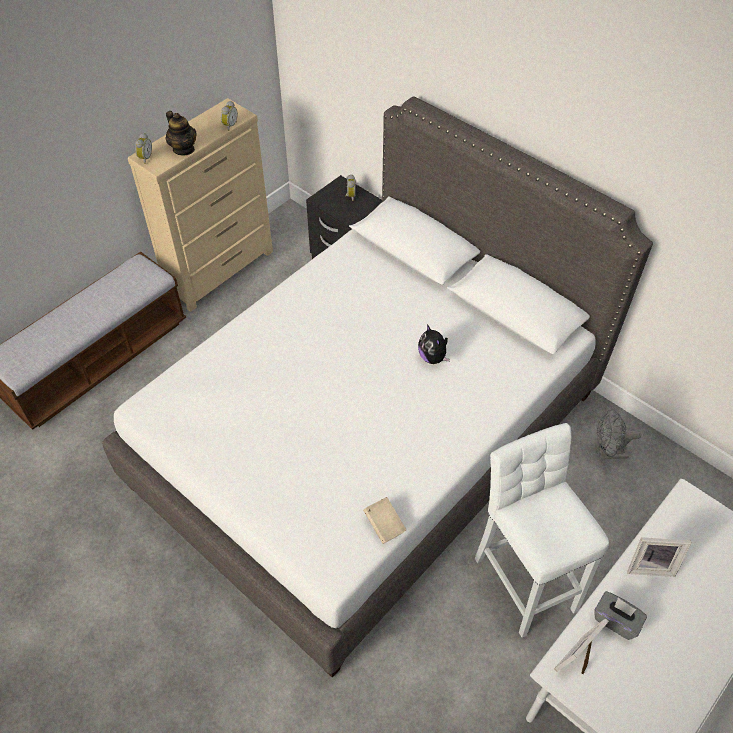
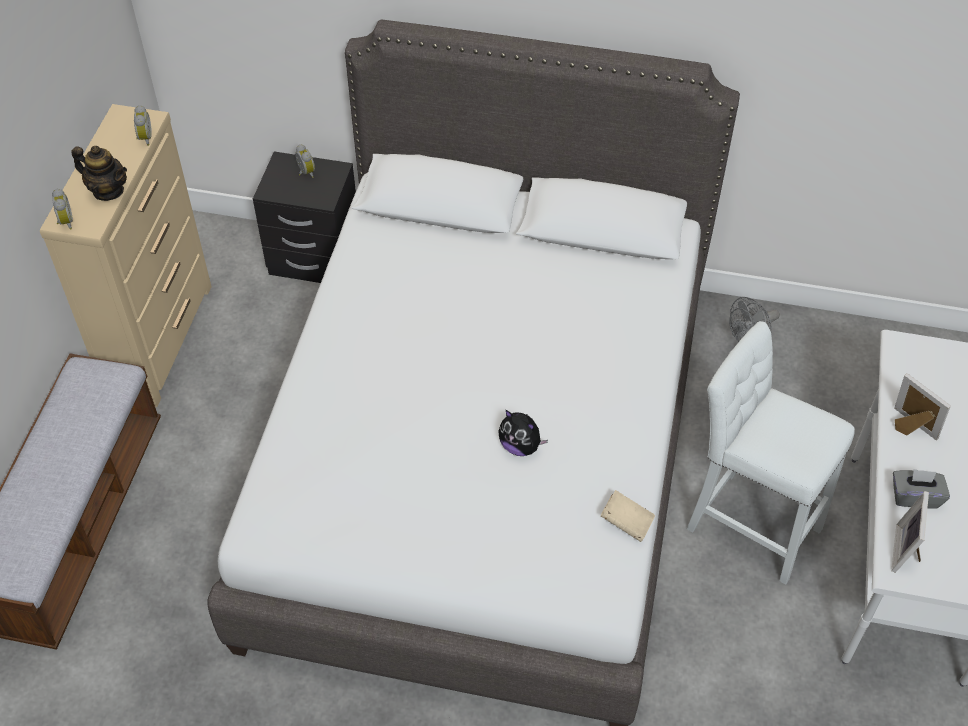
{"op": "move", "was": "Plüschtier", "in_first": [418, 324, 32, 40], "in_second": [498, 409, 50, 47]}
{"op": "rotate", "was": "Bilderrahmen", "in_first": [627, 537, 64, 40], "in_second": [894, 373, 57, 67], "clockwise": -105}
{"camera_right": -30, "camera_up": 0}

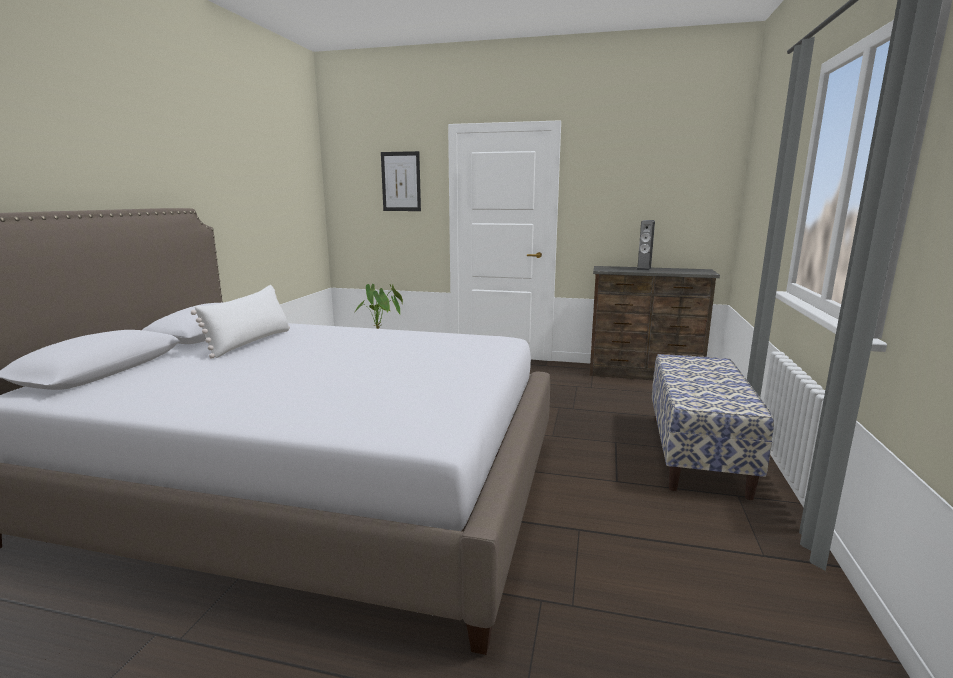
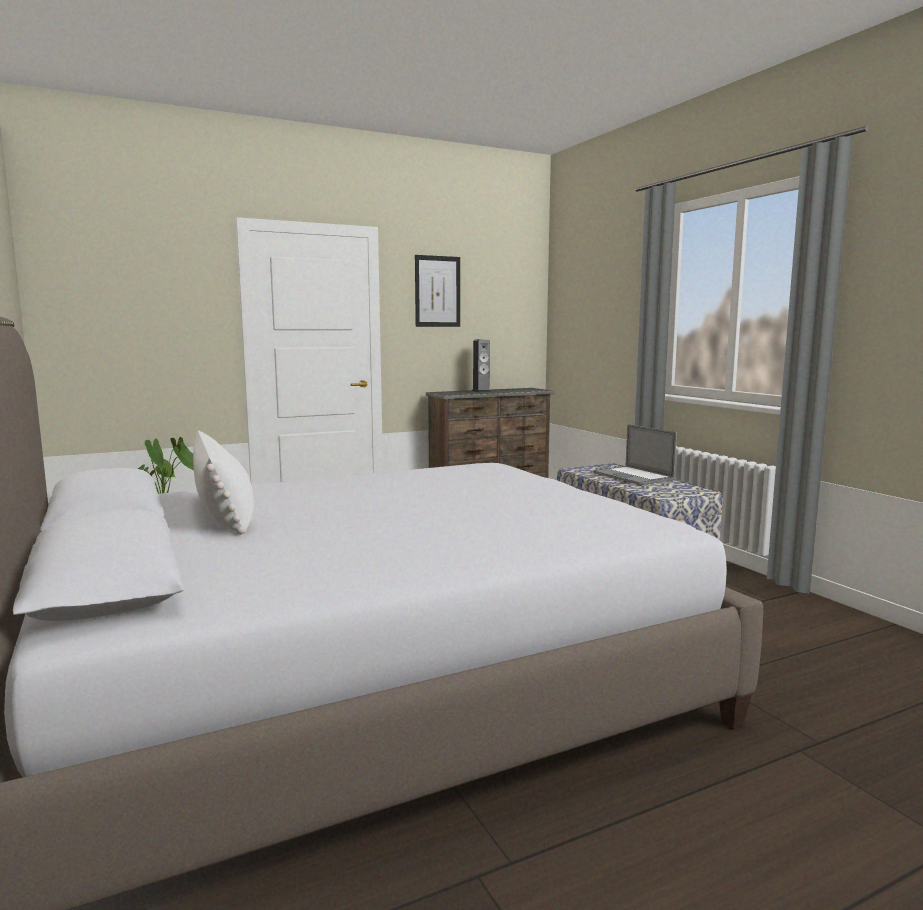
{"op": "move", "was": "Bild", "in_first": [381, 151, 40, 60], "in_second": [415, 255, 45, 72]}
{"op": "insert", "now": "Laptop", "in_second": [593, 424, 84, 61]}
{"camera_right": -40, "camera_up": -5}

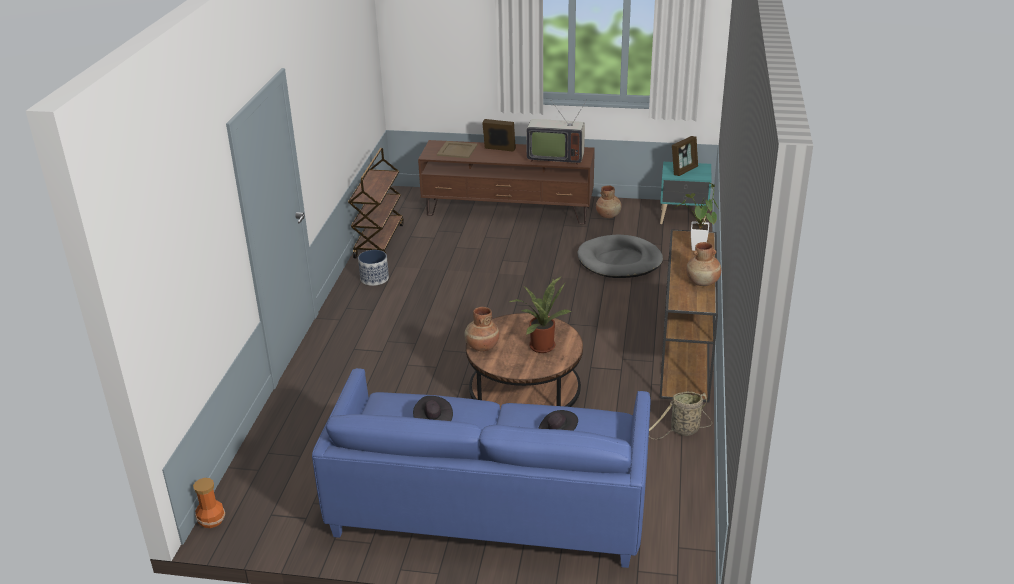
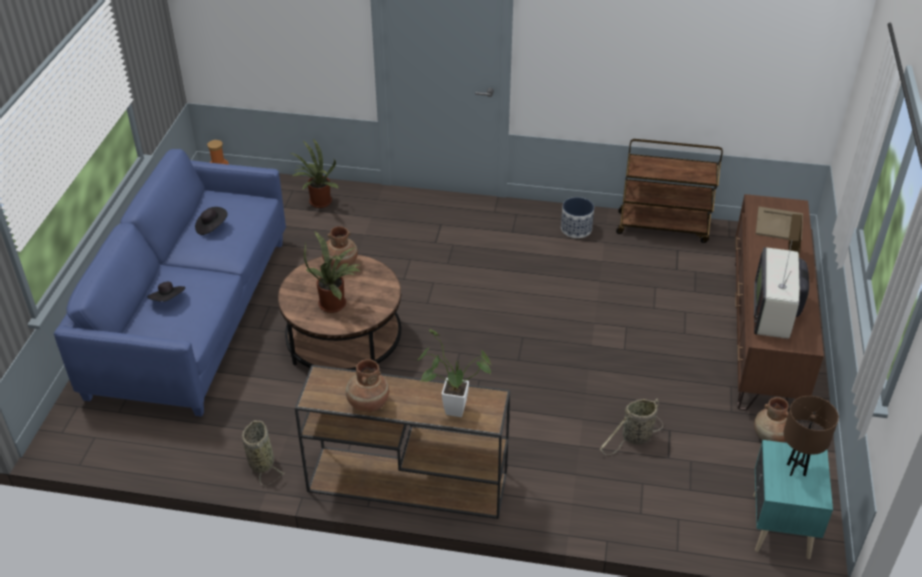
{"op": "insert", "now": "Topfpflanze", "in_second": [291, 139, 47, 69]}
{"op": "replace", "was": "Hundebett (grau)", "now": "Korb", "in_first": [577, 235, 86, 43], "in_second": [600, 398, 63, 57]}
{"op": "replace", "was": "Bilderrahmen", "now": "Tischlampe (braun)", "in_first": [672, 136, 26, 40], "in_second": [783, 396, 56, 80]}
{"camera_right": 90, "camera_up": 10}

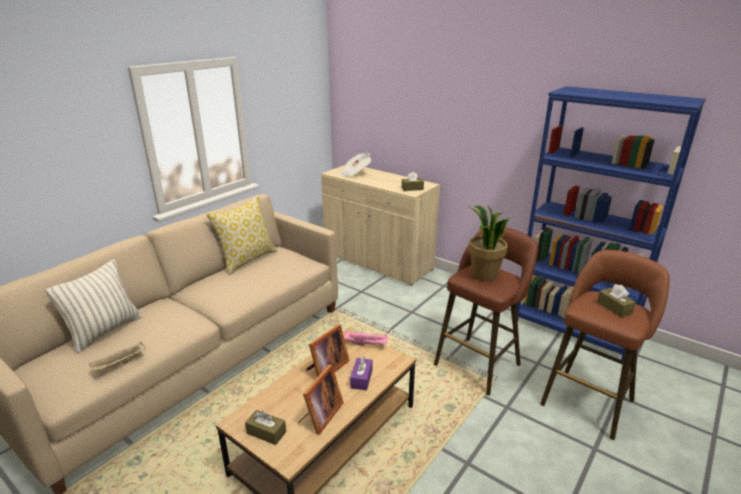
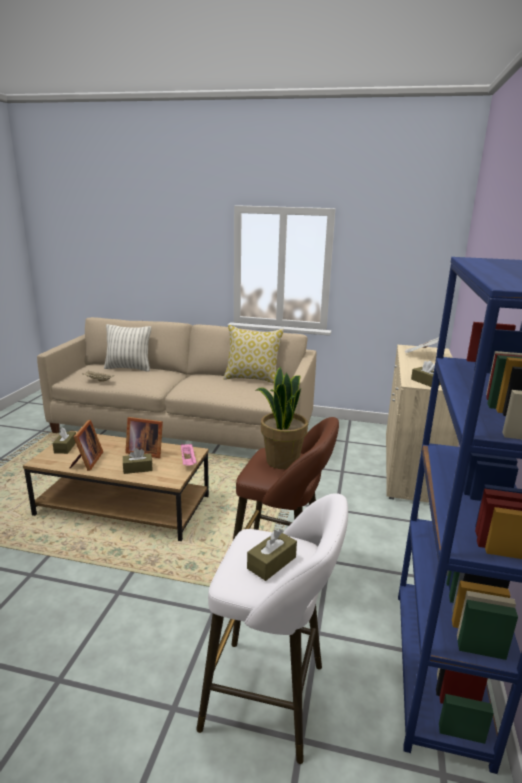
{"op": "rotate", "was": "Bilderrahmen", "in_first": [298, 364, 46, 71], "in_second": [69, 420, 34, 51], "clockwise": -90}
{"op": "recolor", "was": "Taschentuchbox (lila)", "now": "Taschentuchbox (braun)", "in_first": [350, 356, 23, 34], "in_second": [123, 448, 30, 26]}
{"op": "recolor", "was": "Hocker (braun)", "now": "Hocker (weiß)", "in_first": [540, 250, 130, 190], "in_second": [196, 493, 152, 271]}
{"camera_right": 65, "camera_up": -5}

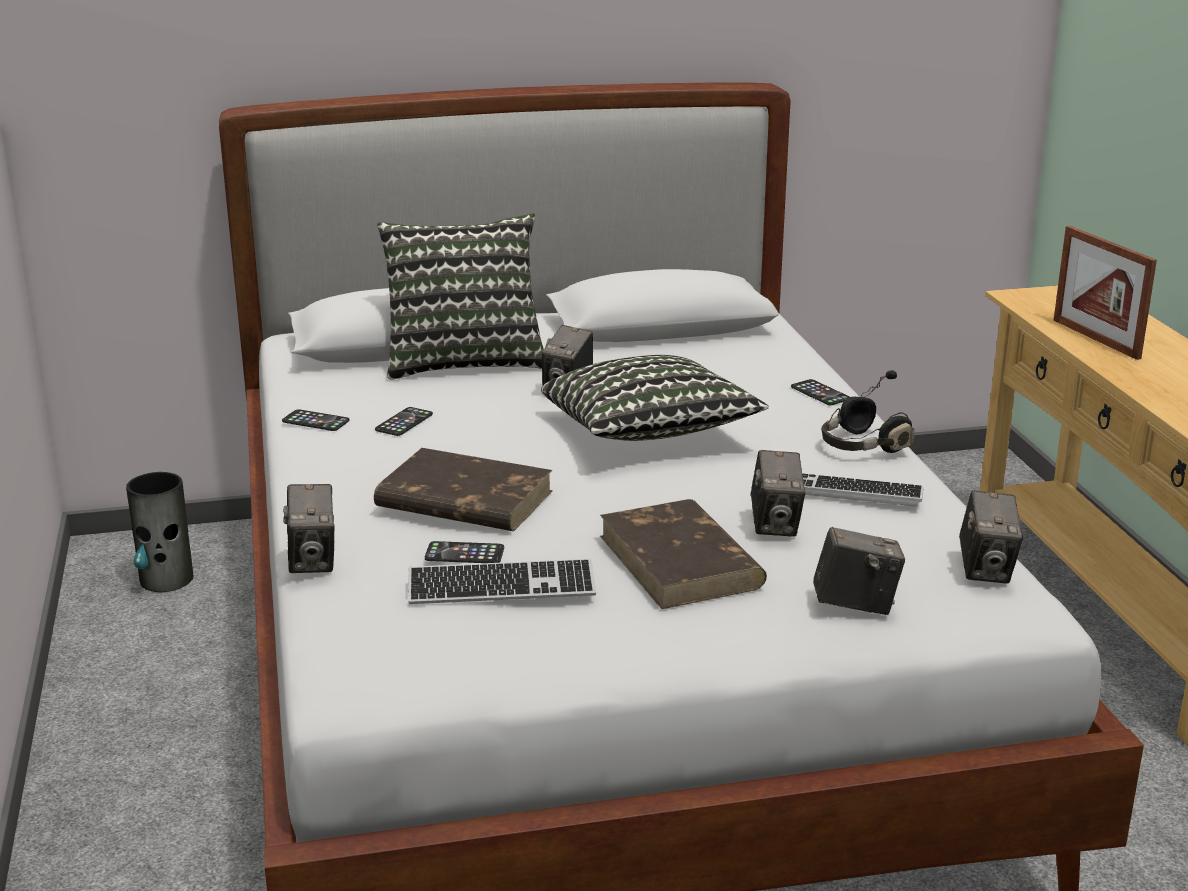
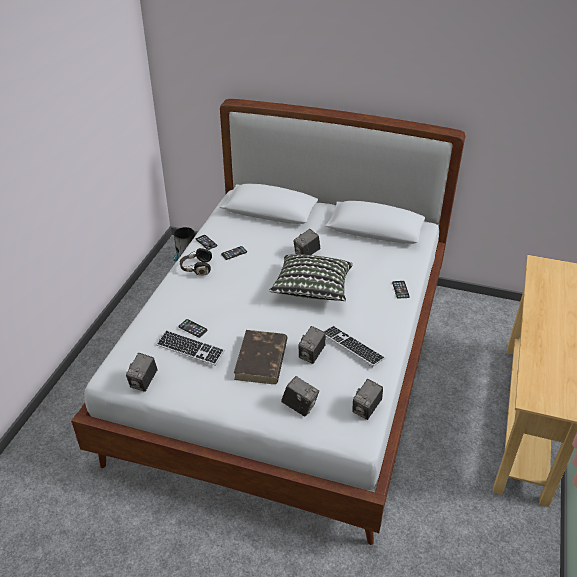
{"op": "move", "was": "Kamera", "in_first": [283, 484, 51, 89], "in_second": [126, 353, 31, 39]}
{"op": "move", "was": "Kopfhörer (schwarz)", "in_first": [821, 370, 93, 83], "in_second": [179, 244, 34, 31]}
{"op": "delete", "was": "Buch (braun)", "in_first": [374, 448, 179, 83]}
{"op": "delete", "was": "Kissen", "in_first": [377, 213, 167, 167]}
{"op": "delete", "was": "Bilderrahmen", "in_first": [1054, 226, 103, 134]}
{"camera_right": 30, "camera_up": 15}

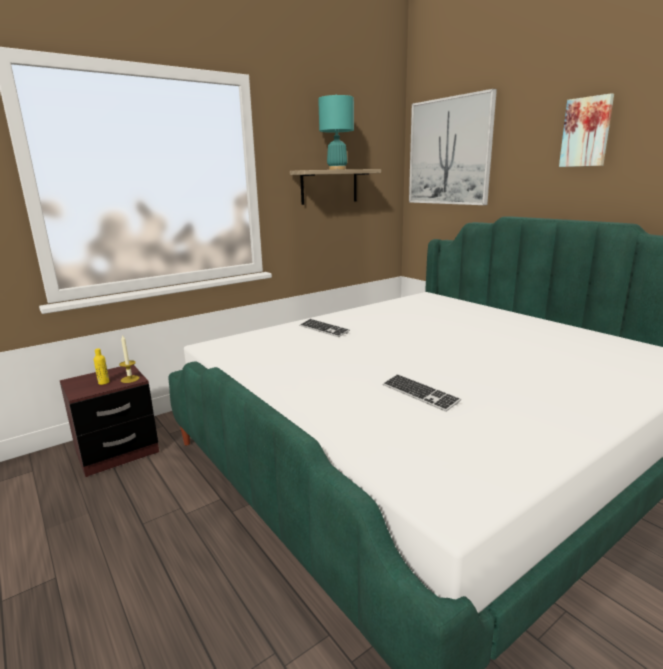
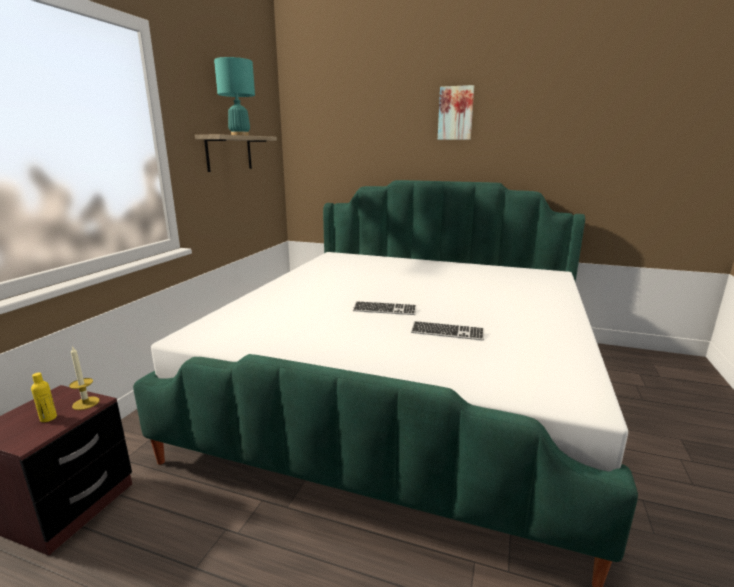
{"op": "move", "was": "Tastatur", "in_first": [299, 319, 51, 18], "in_second": [353, 301, 64, 14]}
{"op": "delete", "was": "Bild", "in_first": [409, 89, 88, 116]}
{"camera_right": -35, "camera_up": 0}

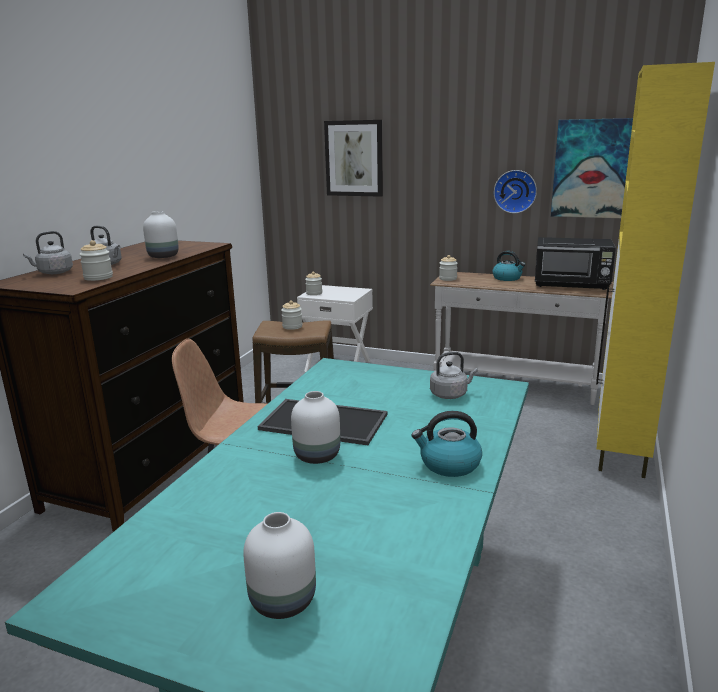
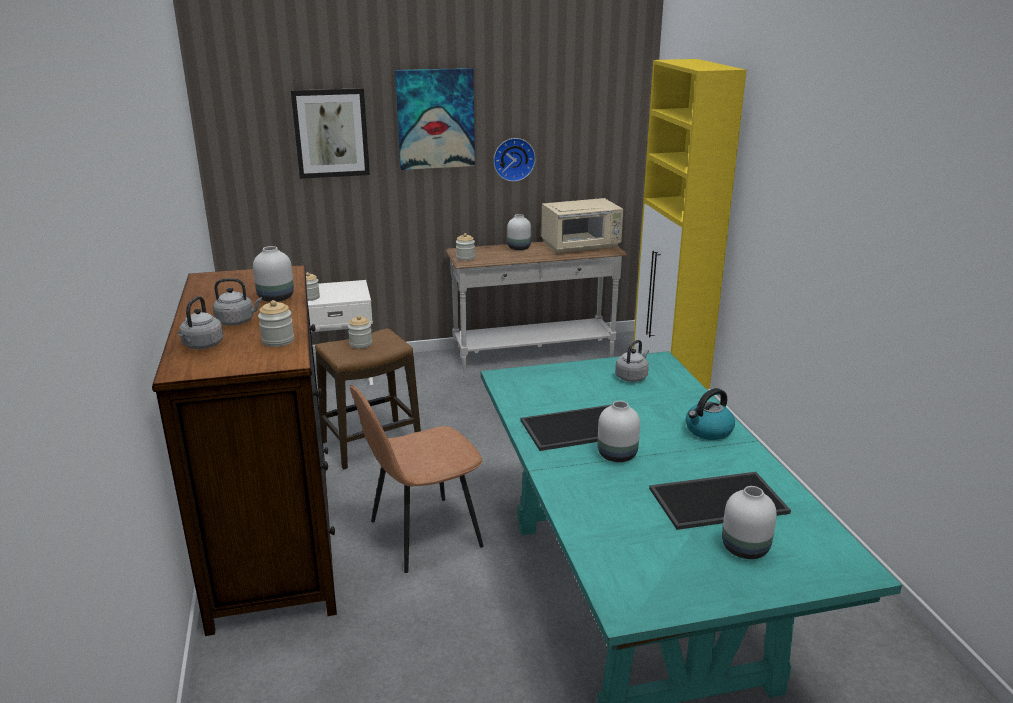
{"op": "move", "was": "Bild", "in_first": [551, 118, 82, 100], "in_second": [395, 68, 80, 102]}
{"op": "replace", "was": "Wasserkessel", "now": "Vase (weiß)", "in_first": [492, 251, 33, 30], "in_second": [507, 214, 24, 36]}
{"op": "recolor", "was": "Mikrowelle (schwarz)", "now": "Mikrowelle (beige)", "in_first": [535, 237, 81, 53], "in_second": [541, 198, 82, 56]}
{"op": "insert", "now": "Tablett", "in_second": [649, 472, 142, 58]}
{"camera_right": -35, "camera_up": 5}

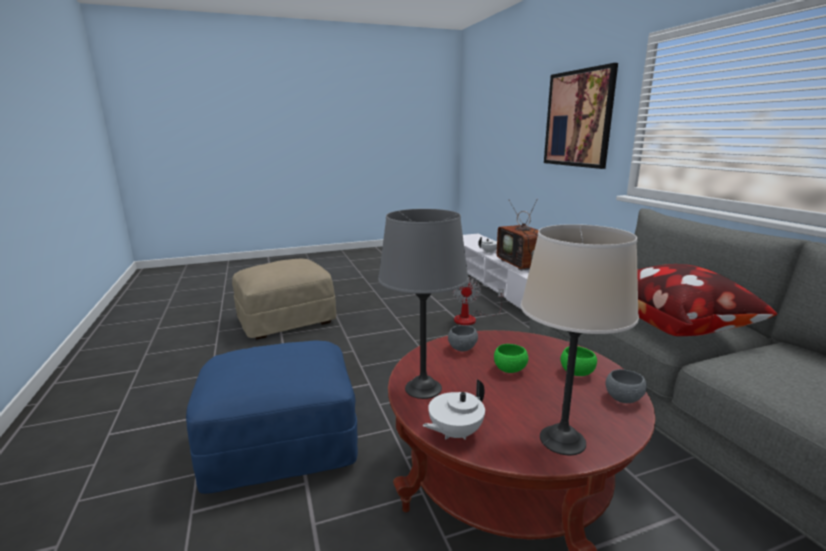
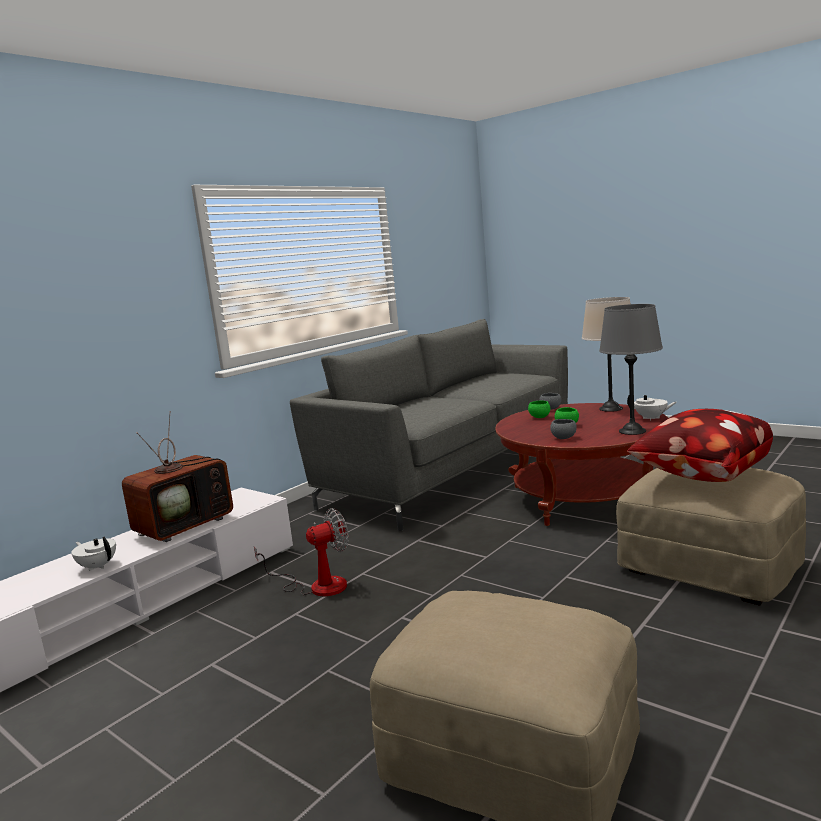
{"op": "recolor", "was": "Polsterhocker (blau)", "now": "Polsterhocker (beige)", "in_first": [186, 341, 172, 153], "in_second": [616, 467, 190, 139]}
{"op": "move", "was": "Kissen", "in_first": [637, 264, 141, 72], "in_second": [627, 409, 146, 73]}
{"op": "delete", "was": "Bild", "in_first": [544, 63, 74, 106]}
{"camera_right": -120, "camera_up": -5}

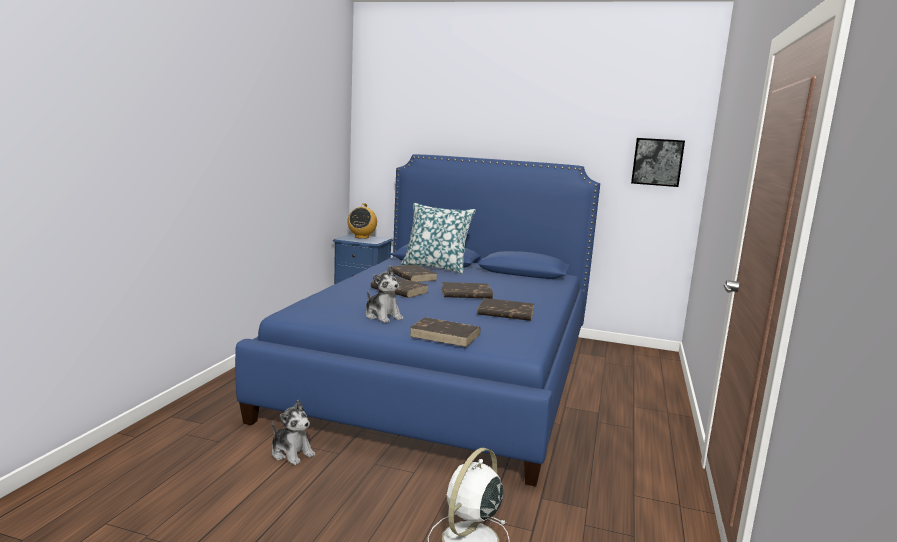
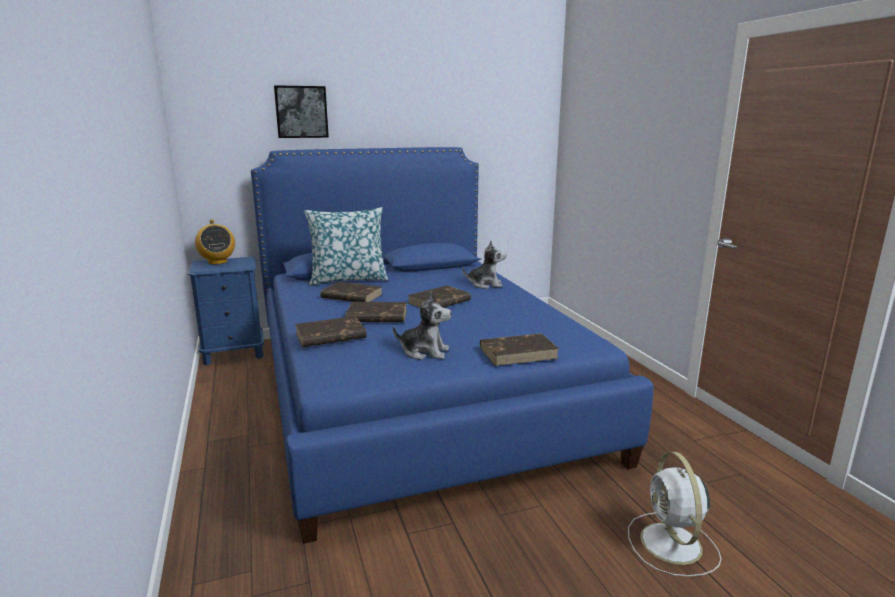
{"op": "move", "was": "Bild", "in_first": [631, 138, 54, 49], "in_second": [274, 85, 55, 53]}
{"op": "move", "was": "Buch (braun)", "in_first": [478, 298, 57, 23], "in_second": [295, 316, 72, 31]}
{"op": "move", "was": "Plüschtier", "in_first": [272, 399, 43, 66], "in_second": [462, 241, 45, 48]}
{"camera_right": -35, "camera_up": 5}

